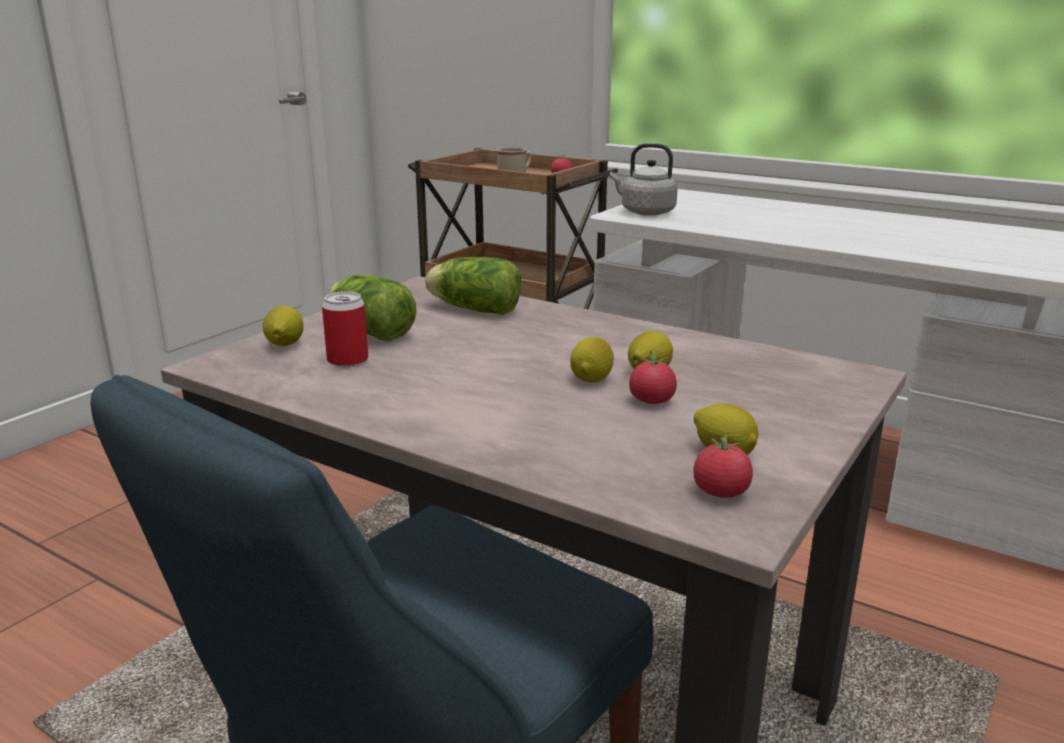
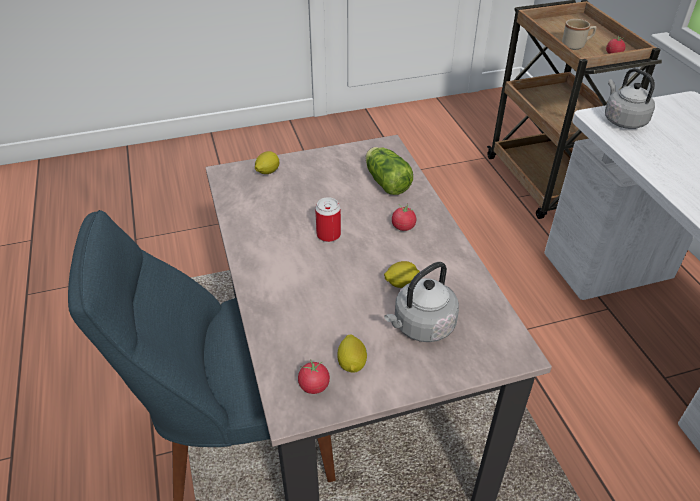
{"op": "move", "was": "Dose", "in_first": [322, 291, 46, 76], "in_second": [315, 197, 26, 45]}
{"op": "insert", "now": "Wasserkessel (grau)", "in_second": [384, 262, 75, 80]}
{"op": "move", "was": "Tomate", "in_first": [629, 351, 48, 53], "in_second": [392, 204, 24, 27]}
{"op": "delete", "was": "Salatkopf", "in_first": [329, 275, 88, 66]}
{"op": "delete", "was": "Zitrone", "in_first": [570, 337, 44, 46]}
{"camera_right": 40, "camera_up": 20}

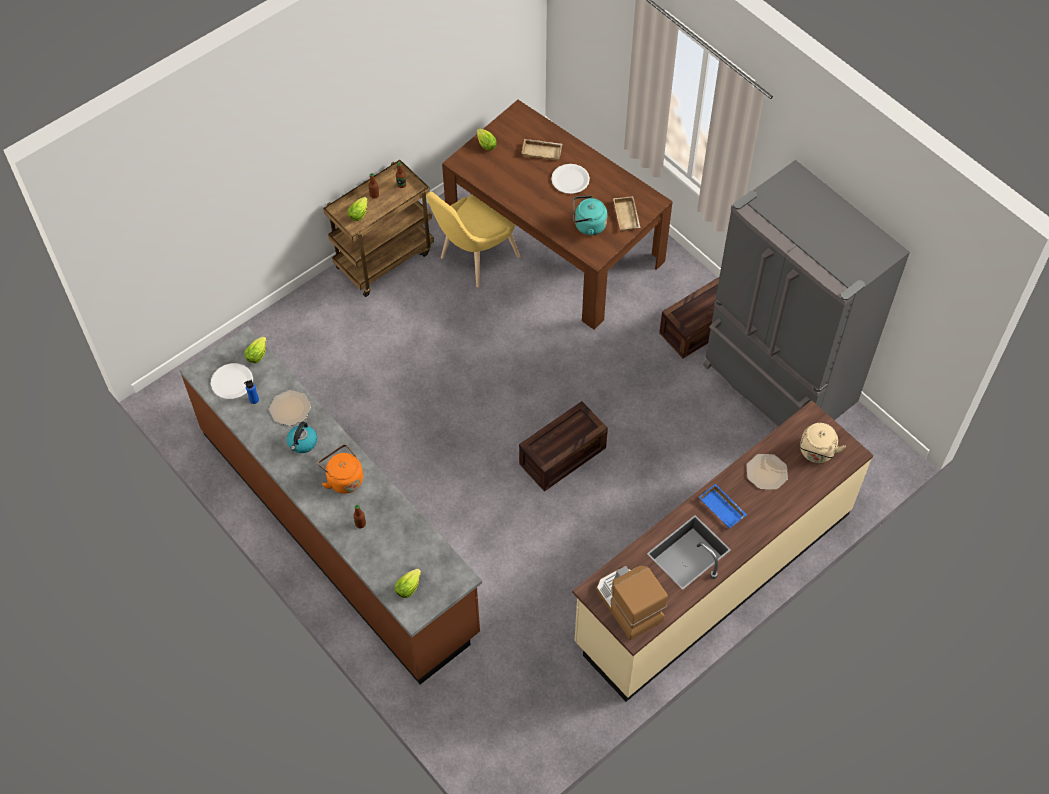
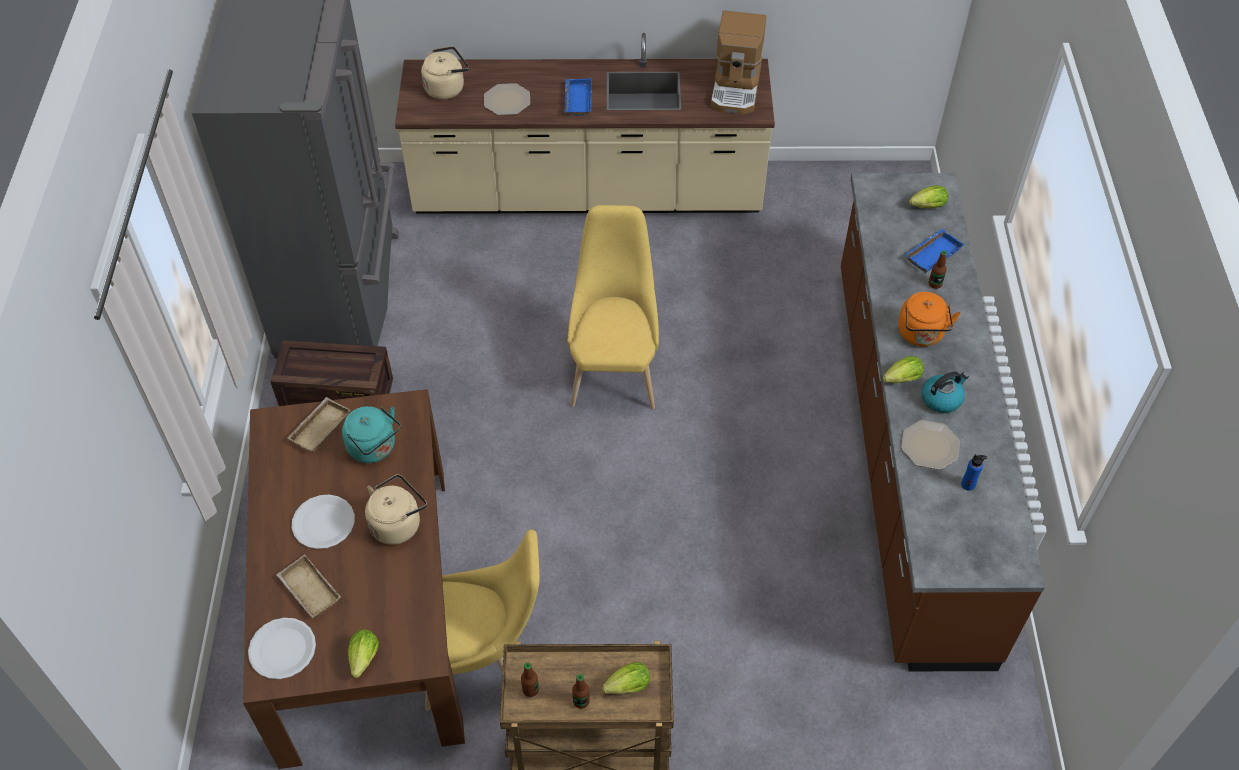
{"op": "move", "was": "Teller (weiß)", "in_first": [211, 363, 42, 36], "in_second": [248, 618, 68, 61]}
{"op": "insert", "now": "Wasserkessel (beige)", "in_second": [365, 474, 62, 71]}
{"op": "replace", "was": "Kiste", "now": "Stuhl (gelb)", "in_first": [519, 401, 89, 91], "in_second": [568, 205, 91, 204]}
{"op": "move", "was": "Salatkopf", "in_first": [244, 336, 22, 27], "in_second": [883, 356, 41, 27]}
{"op": "insert", "now": "Tablett (blau)", "in_second": [905, 229, 59, 44]}
{"camera_right": -140, "camera_up": -5}

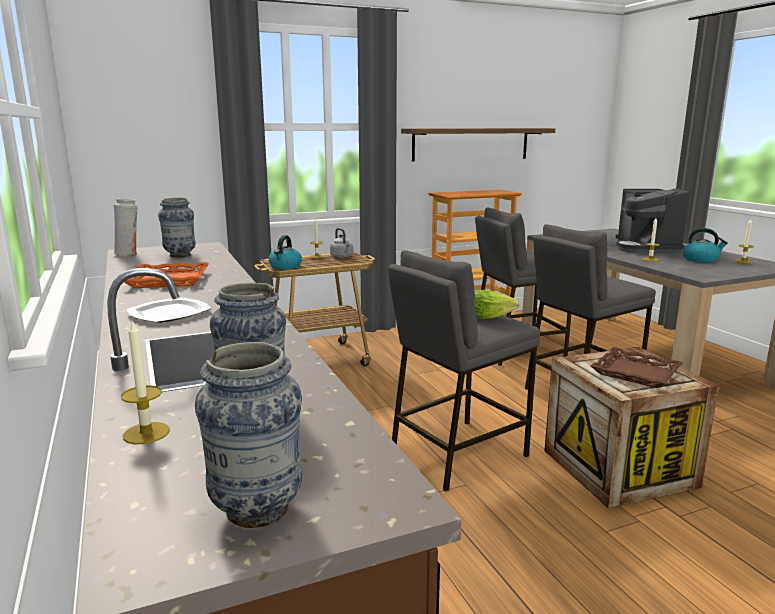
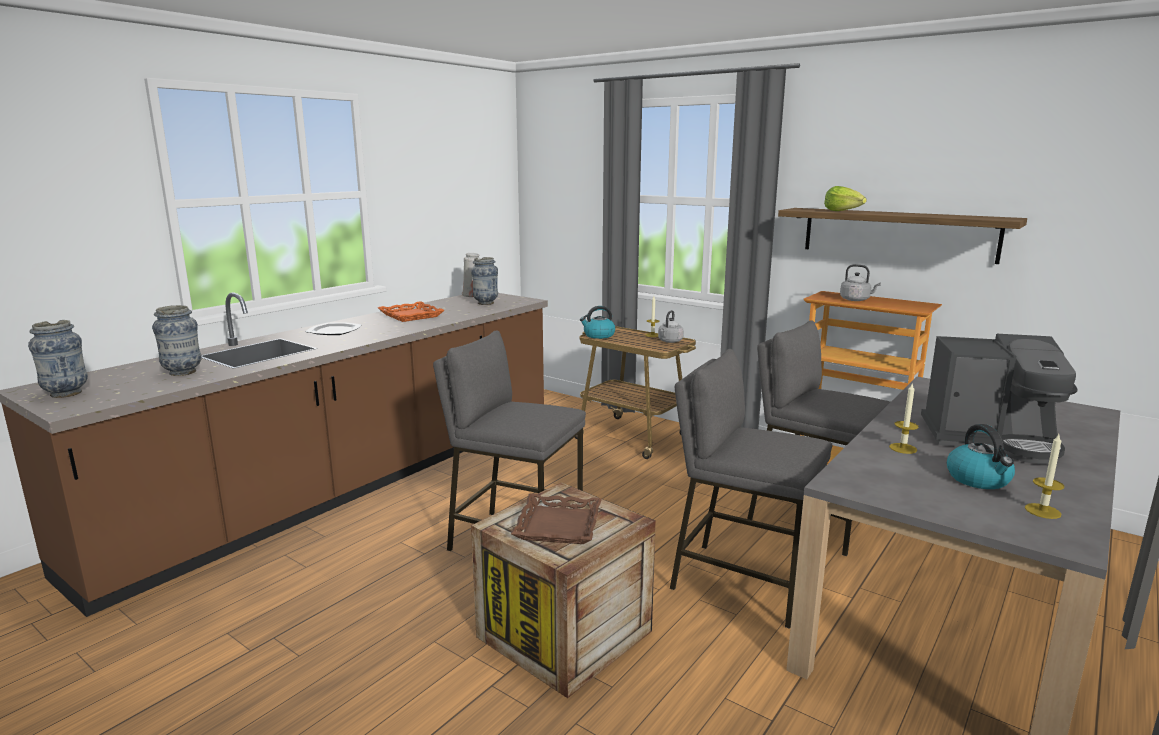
{"op": "move", "was": "Salatkopf", "in_first": [474, 290, 45, 29], "in_second": [824, 186, 43, 25]}
{"op": "insert", "now": "Wasserkessel (grau)", "in_second": [840, 264, 41, 37]}
{"op": "rotate", "was": "Kaffeemaschine", "in_first": [616, 189, 74, 64], "in_second": [921, 334, 157, 130], "clockwise": -135}
{"op": "delete", "was": "Kerze", "in_first": [121, 320, 49, 124]}
{"camera_right": 60, "camera_up": 0}

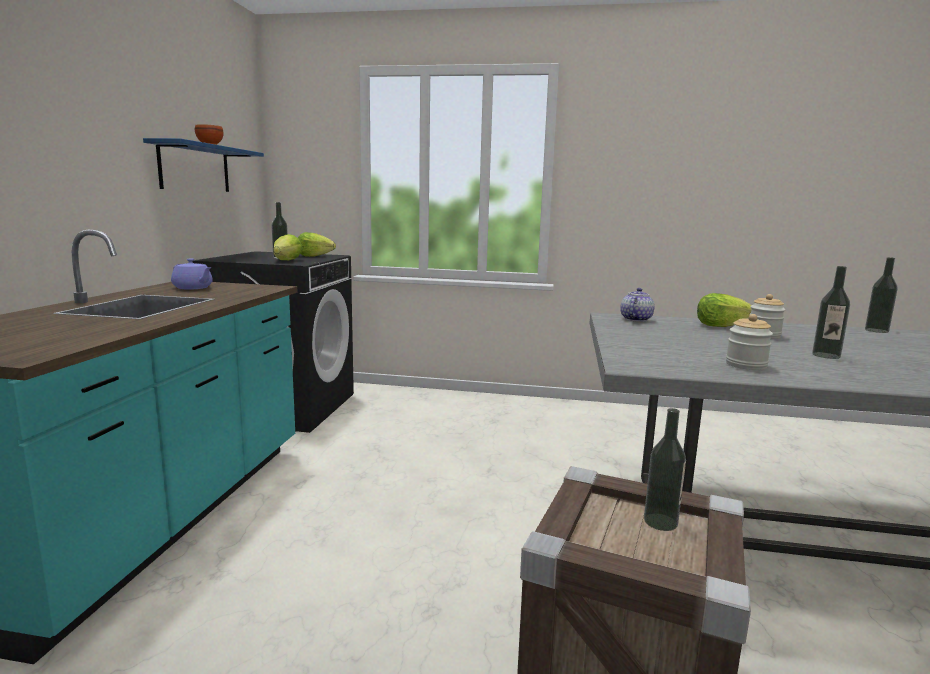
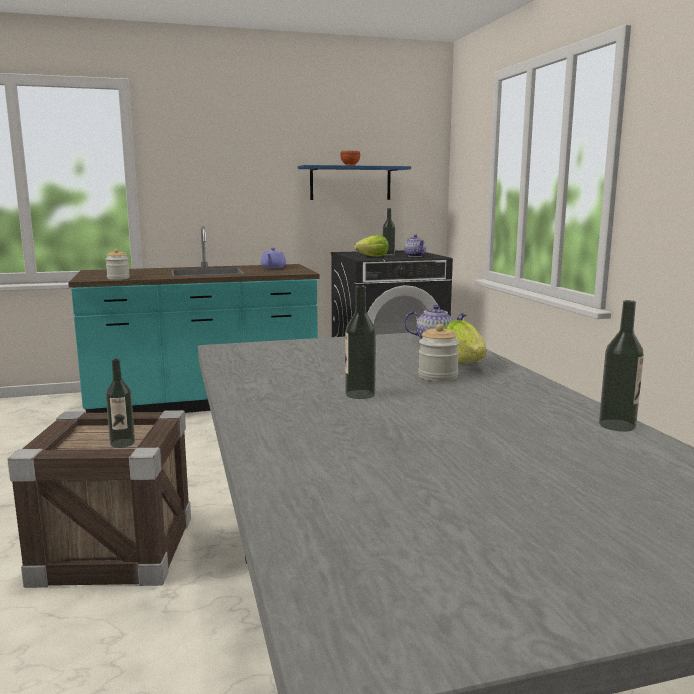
{"op": "move", "was": "Vorratsglas", "in_first": [726, 314, 47, 56], "in_second": [105, 249, 25, 31]}
{"op": "replace", "was": "Salatkopf", "now": "Teekanne", "in_first": [298, 232, 38, 25], "in_second": [404, 235, 22, 22]}
{"camera_right": 65, "camera_up": 0}

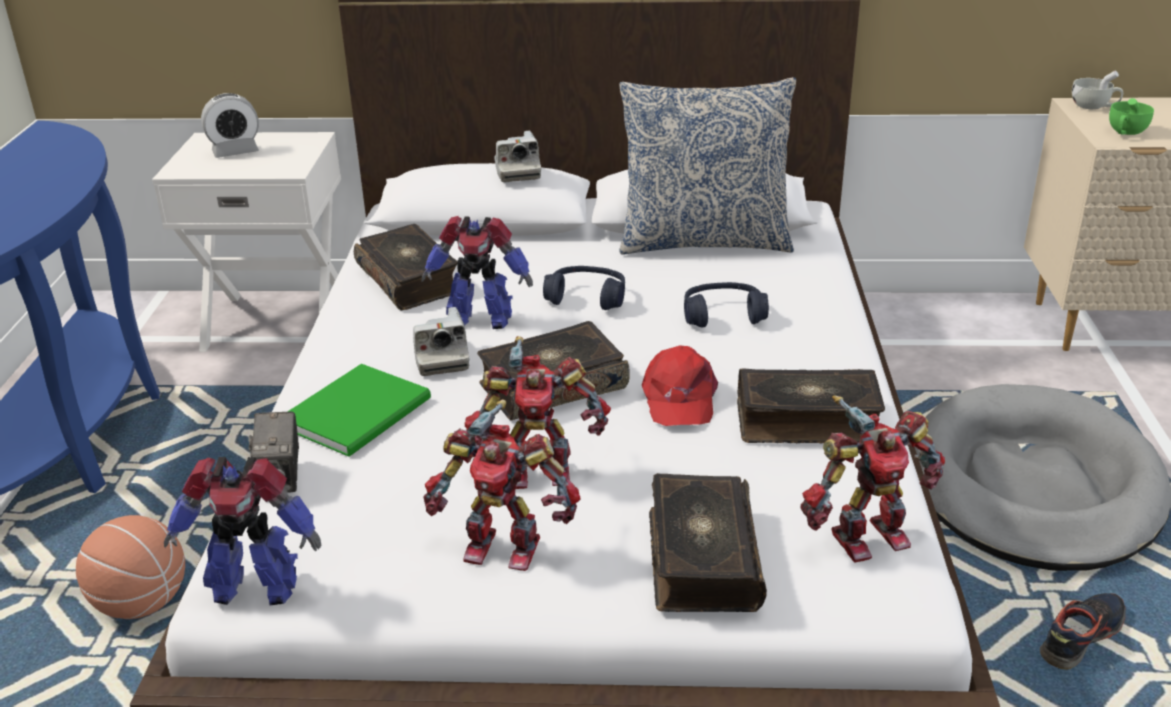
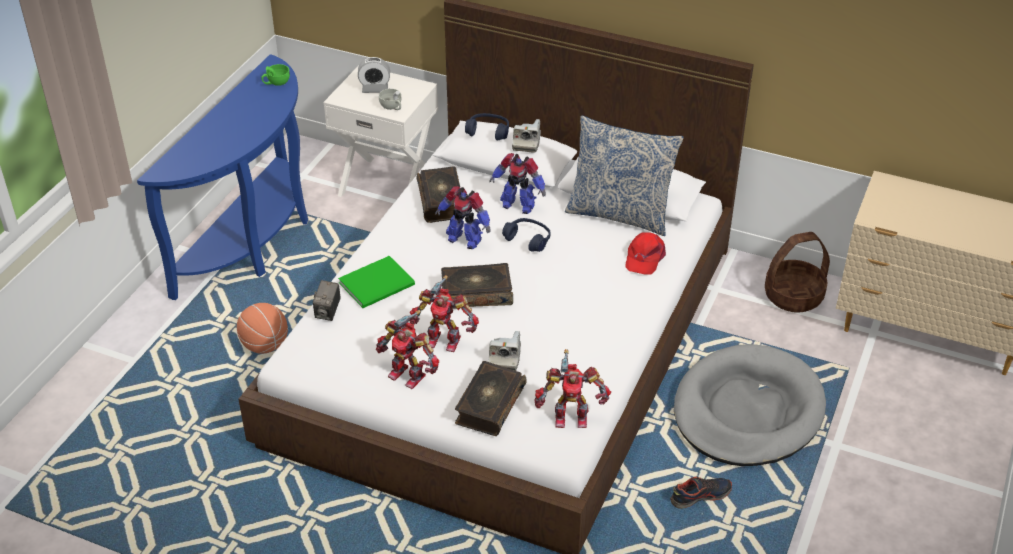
{"op": "move", "was": "Tasse (grün)", "in_first": [1109, 98, 45, 37], "in_second": [262, 64, 28, 22]}
{"op": "move", "was": "Tasse (weiß)", "in_first": [1072, 71, 51, 38], "in_second": [379, 89, 22, 21]}
{"op": "move", "was": "Kopfhörer (blau)", "in_first": [684, 282, 85, 46], "in_second": [465, 113, 44, 27]}
{"op": "move", "was": "Kamera", "in_first": [413, 307, 56, 69], "in_second": [488, 331, 33, 40]}
{"op": "move", "was": "Spielzeugroboter", "in_first": [164, 457, 157, 148], "in_second": [489, 153, 57, 61]}
{"op": "move", "was": "Kappe (rot)", "in_first": [642, 345, 76, 81], "in_second": [625, 232, 41, 43]}
{"op": "insert", "now": "Korb", "in_second": [765, 232, 65, 81]}
{"op": "delete", "was": "Buch", "in_first": [737, 368, 148, 75]}
{"camera_right": 20, "camera_up": 10}

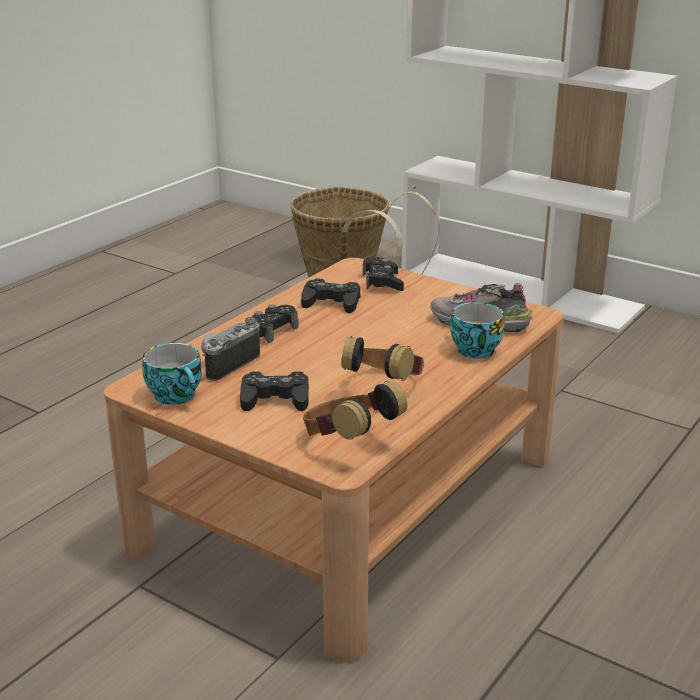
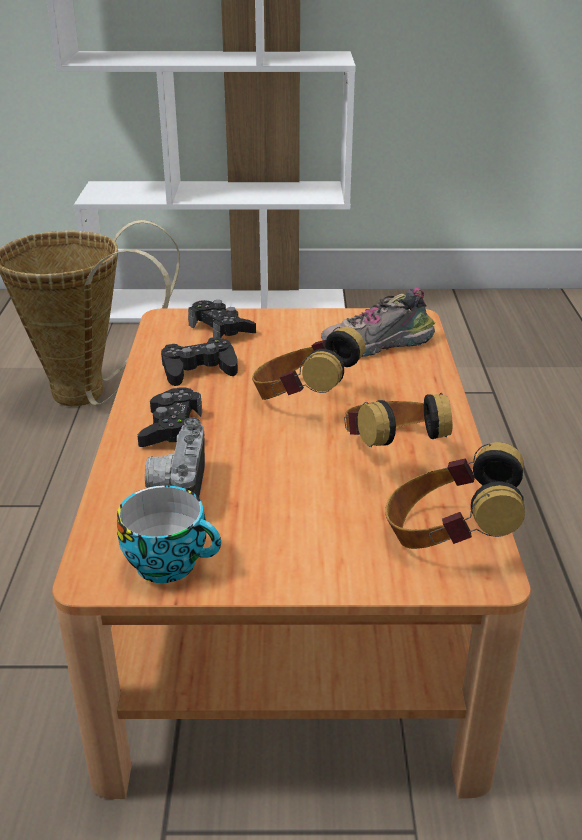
{"op": "insert", "now": "Kopfhörer", "in_second": [252, 327, 113, 73]}
{"op": "delete", "was": "Gamepad (schwarz)", "in_first": [240, 371, 69, 40]}
{"op": "delete", "was": "Tasse", "in_first": [450, 302, 55, 57]}
{"camera_right": -35, "camera_up": 5}

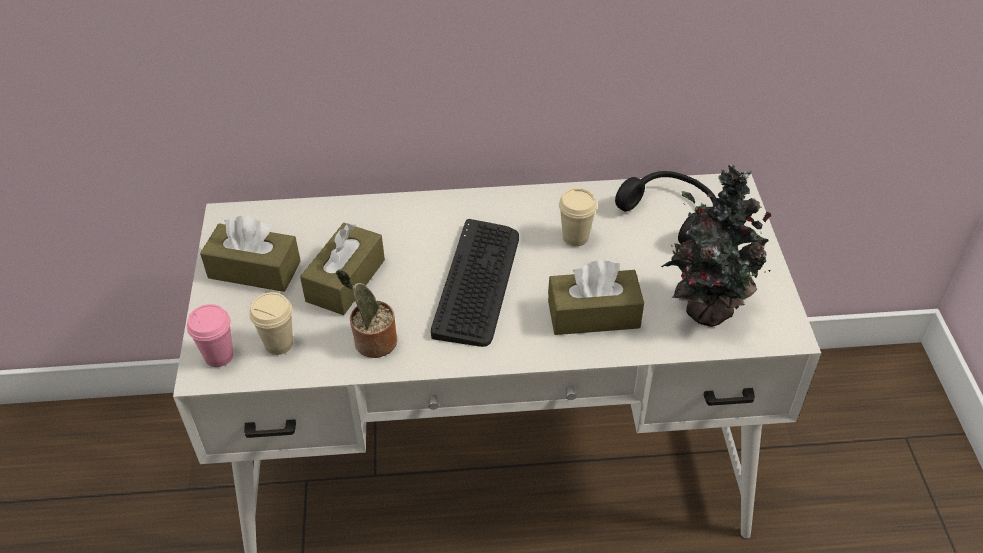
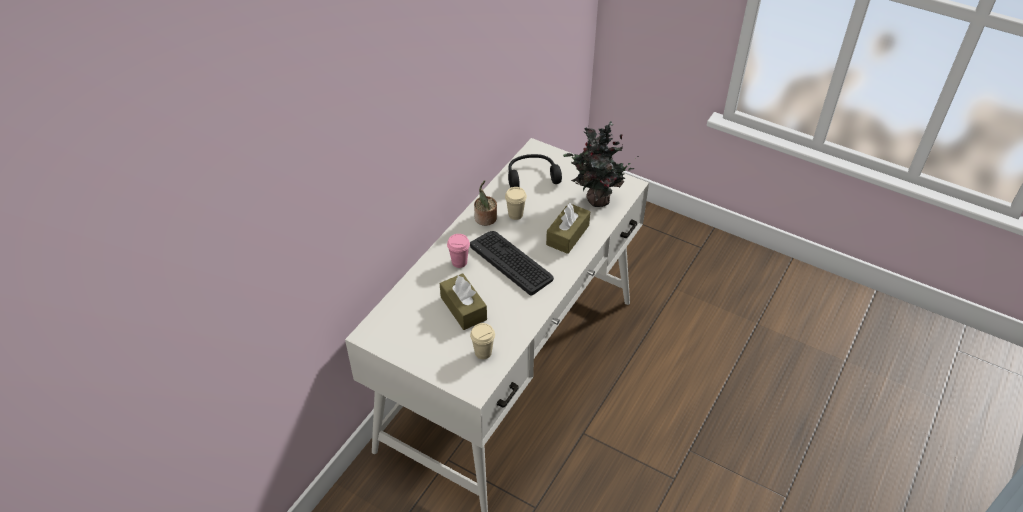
{"op": "move", "was": "Tasse (rosa)", "in_first": [187, 304, 46, 63], "in_second": [447, 234, 23, 34]}
{"op": "move", "was": "Topfpflanze", "in_first": [336, 269, 61, 89], "in_second": [474, 180, 23, 46]}
{"op": "delete", "was": "Taschentuchbox (braun)", "in_first": [200, 216, 101, 76]}
{"camera_right": -55, "camera_up": 0}

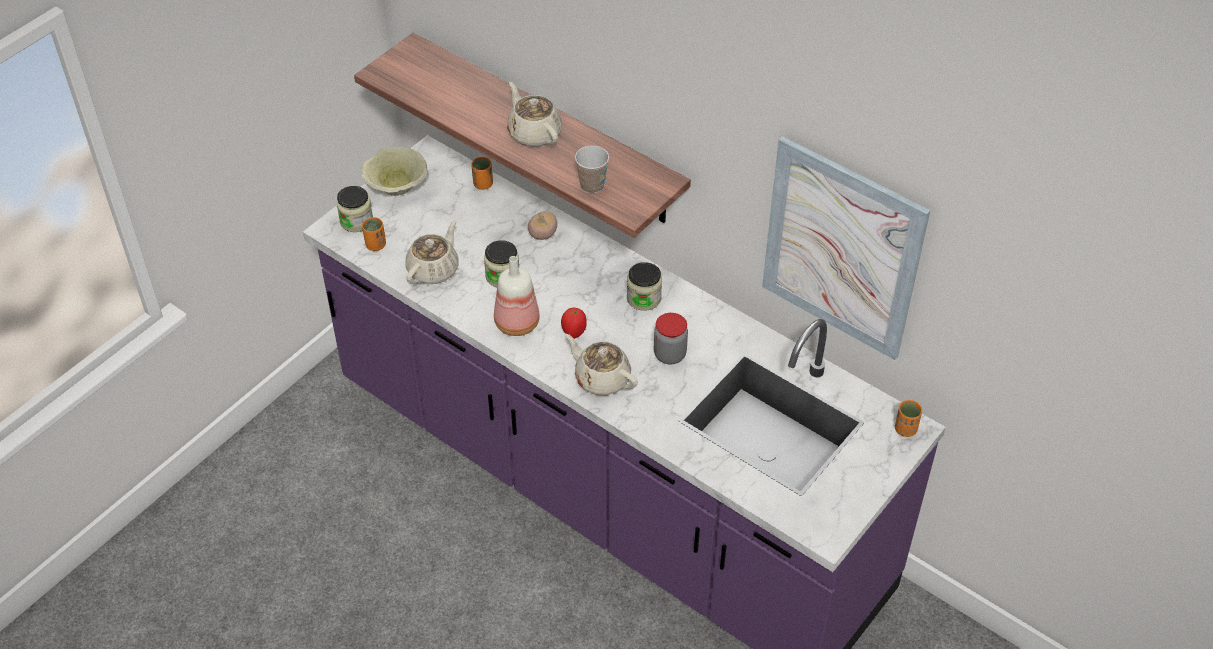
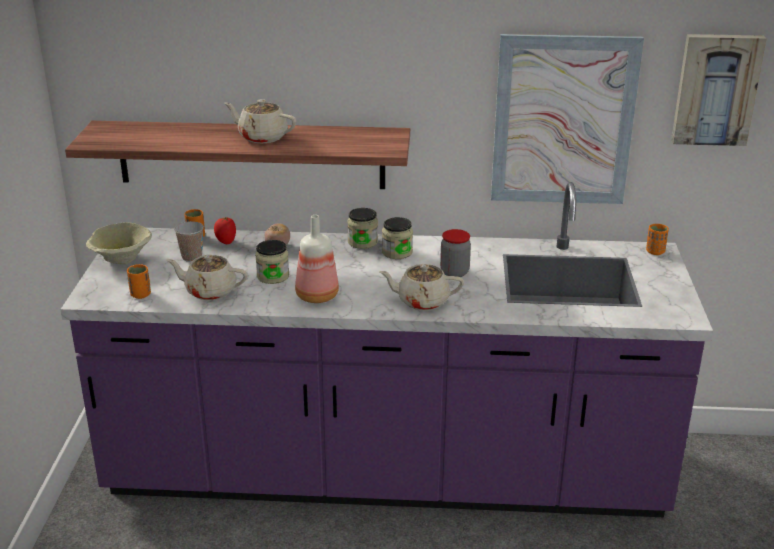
{"op": "rotate", "was": "Teekanne (beige)", "in_first": [405, 220, 53, 64], "in_second": [167, 254, 80, 46], "clockwise": -75}
{"op": "move", "was": "Tasse", "in_first": [575, 145, 34, 48], "in_second": [174, 221, 30, 41]}
{"op": "move", "was": "Tomate", "in_first": [561, 308, 26, 31], "in_second": [214, 217, 22, 27]}
{"op": "move", "was": "Vorratsglas", "in_first": [337, 186, 36, 46], "in_second": [347, 208, 31, 41]}
{"op": "insert", "now": "Bild", "in_second": [671, 34, 95, 112]}
{"camera_right": -35, "camera_up": -20}

